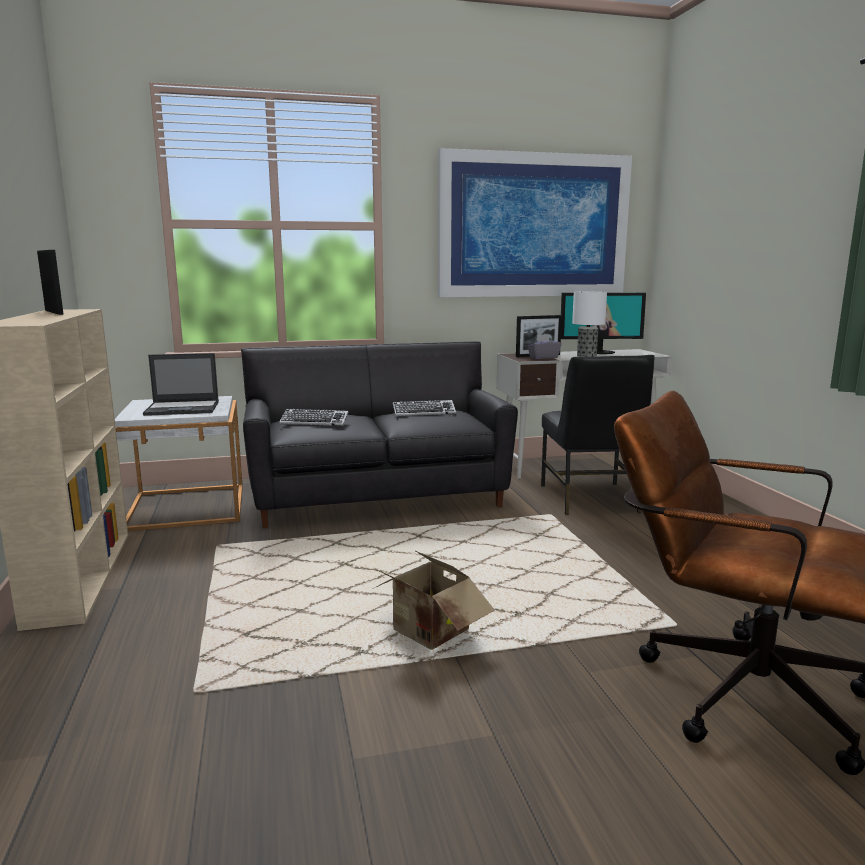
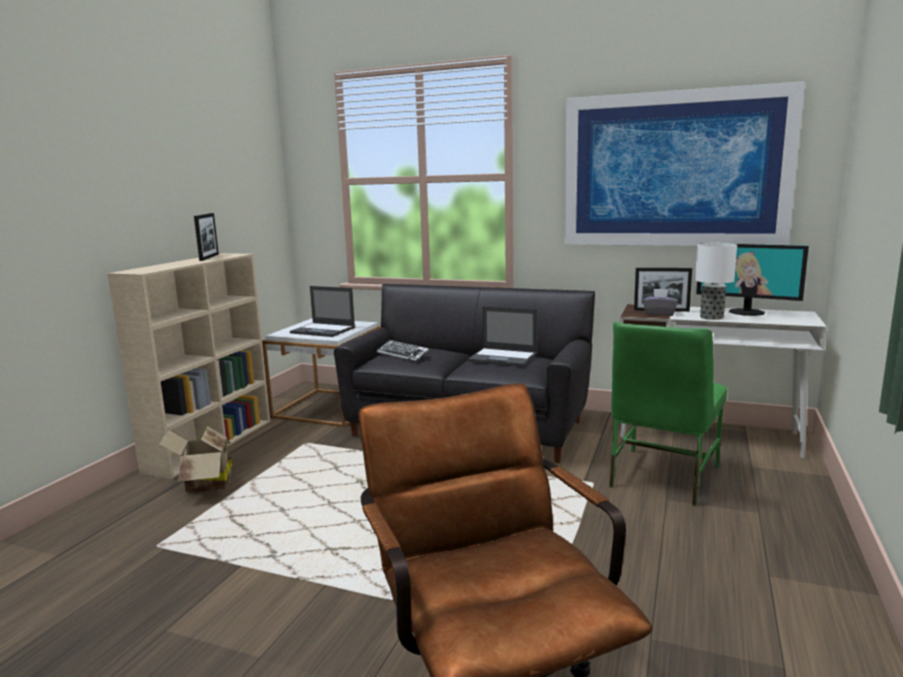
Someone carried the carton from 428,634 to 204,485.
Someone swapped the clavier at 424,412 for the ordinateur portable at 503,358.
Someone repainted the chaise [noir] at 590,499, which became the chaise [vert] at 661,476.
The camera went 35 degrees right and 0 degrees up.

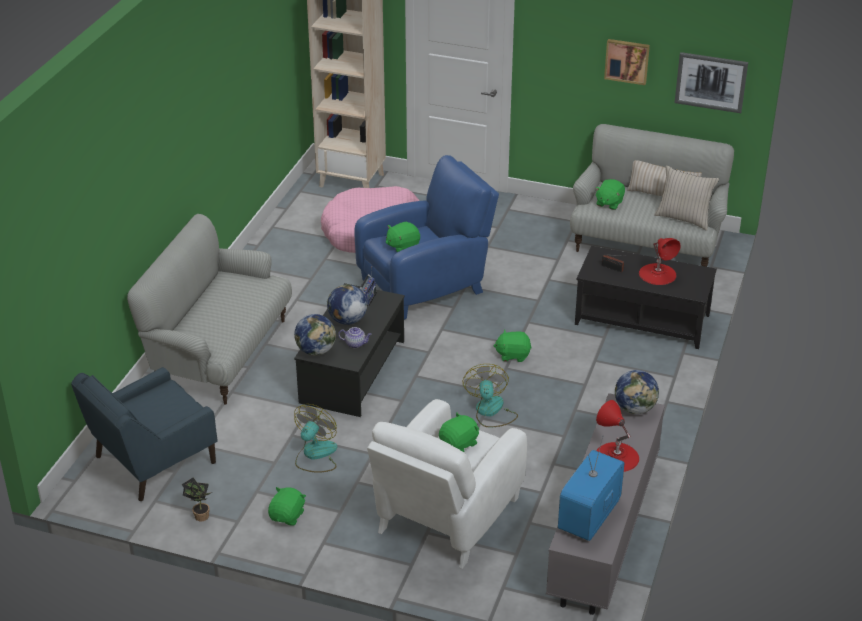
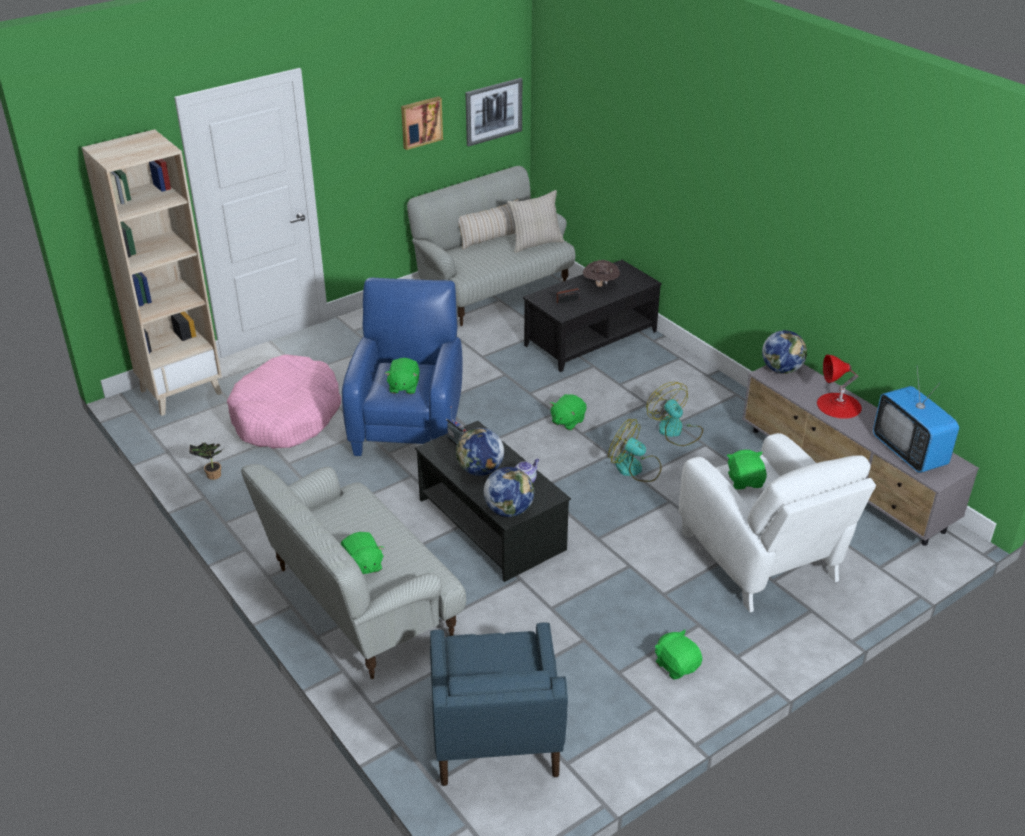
Someone carried the plante en pot from 199,515 to 211,476.
Someone carried the ventilateur from 315,455 to 675,431.
Someone carried the peluche [vert] from 609,203 to 362,566.
Someone swapped the lampe de table [rouge] at 657,274 for the chapeau [marron] at 600,285.
The camera went 55 degrees left and 0 degrees up.

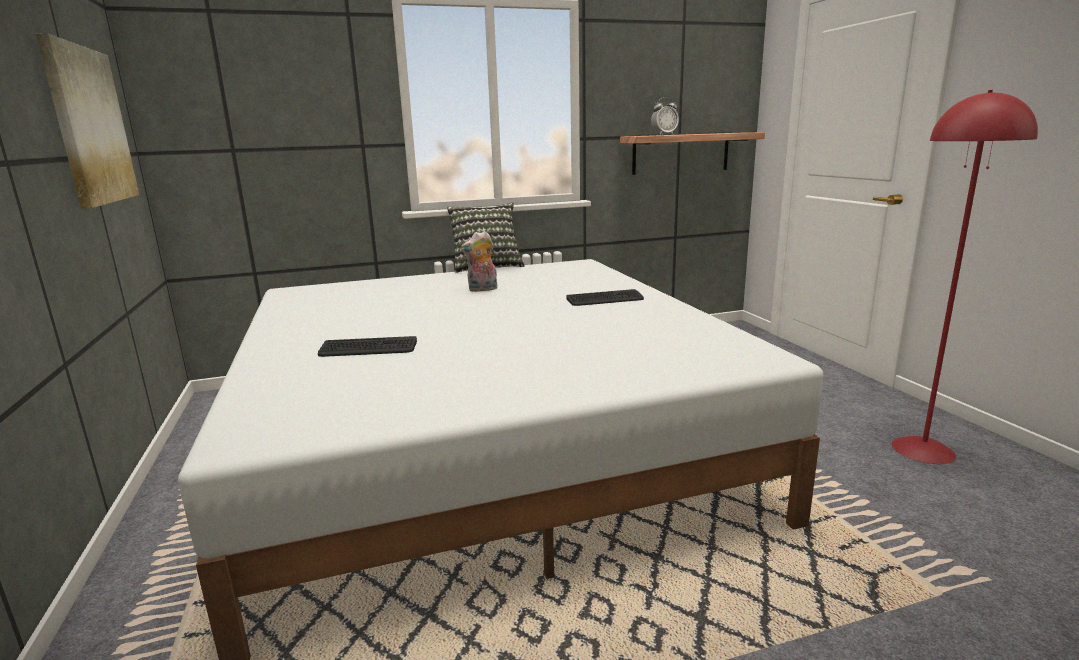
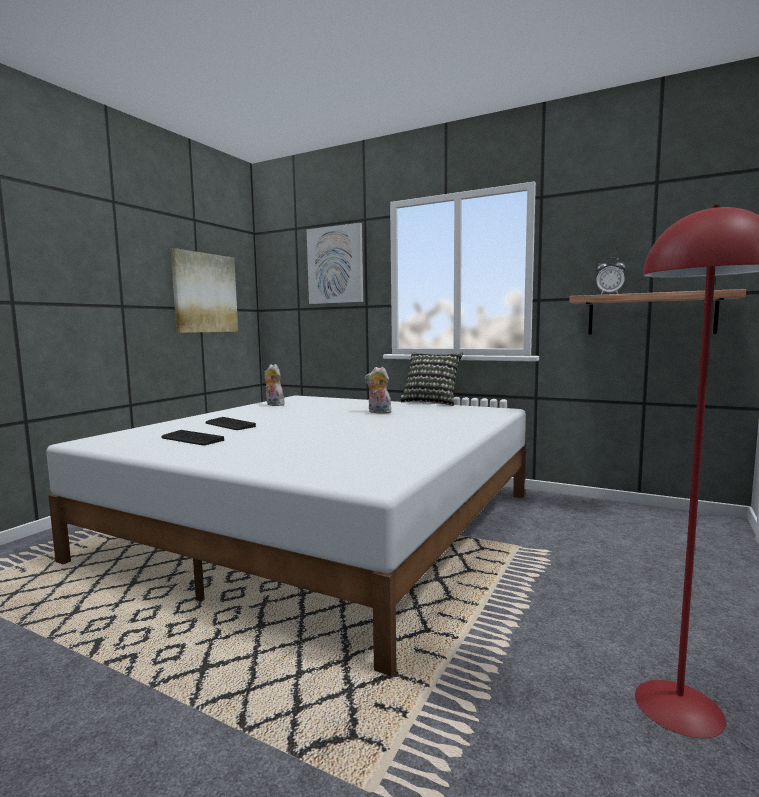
Someone carried the clavier from 605,299 to 191,439.
Someone put down the peluche at 273,405.
Someone put up the tableau at 335,265.
The camera went 45 degrees right and 10 degrees down.

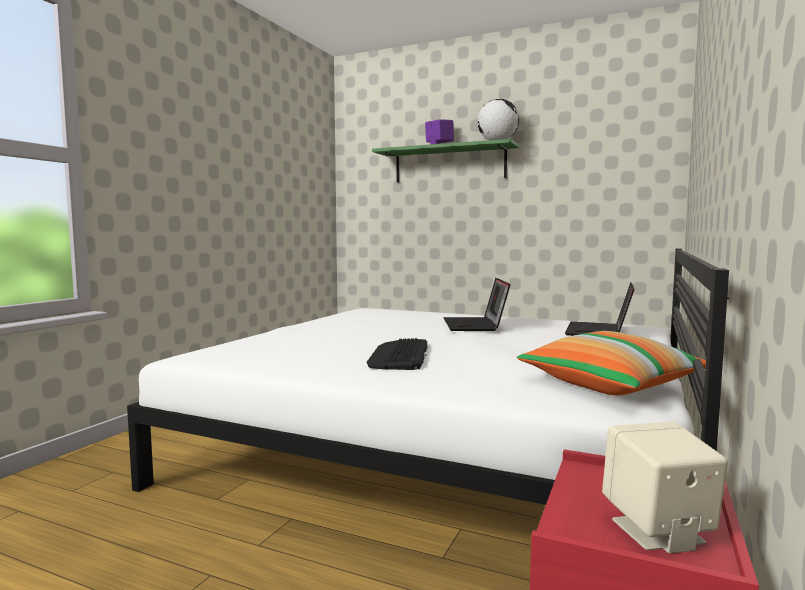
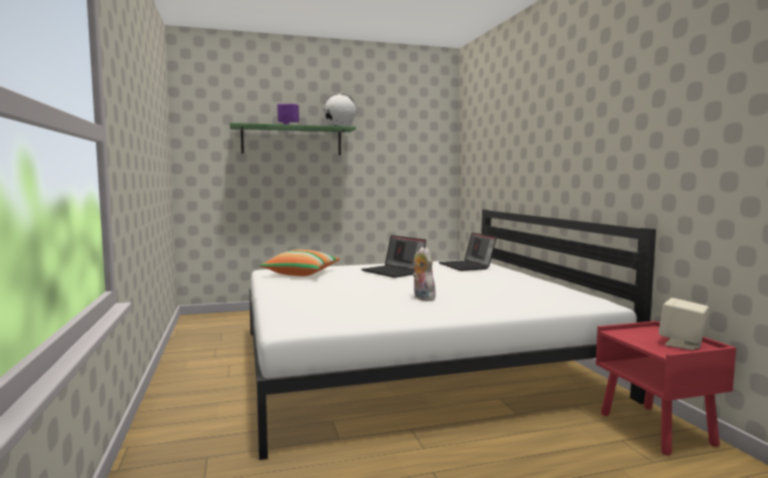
Someone swapped the clavier at 399,356 for the peluche at 422,298.
Someone carried the coussin from 610,385 to 301,273.
The camera went 40 degrees left and 0 degrees up.

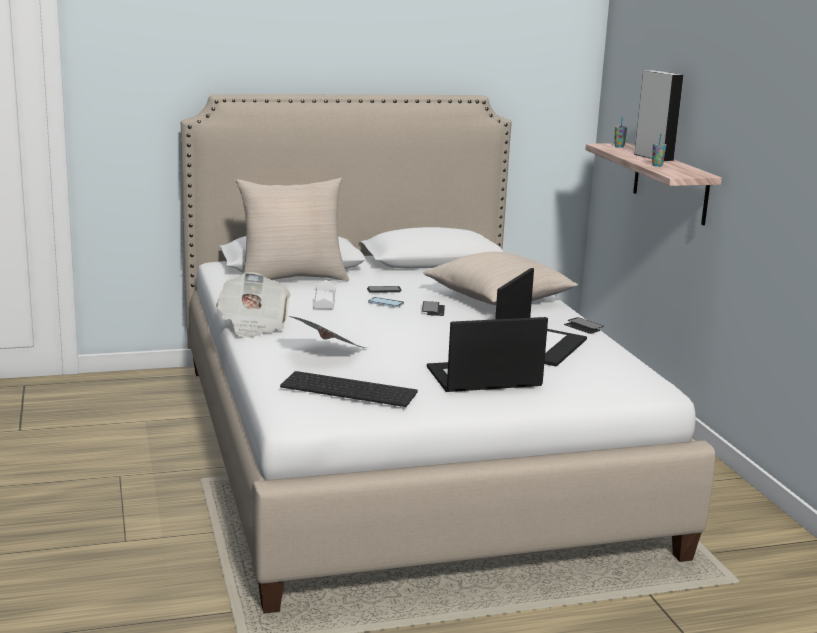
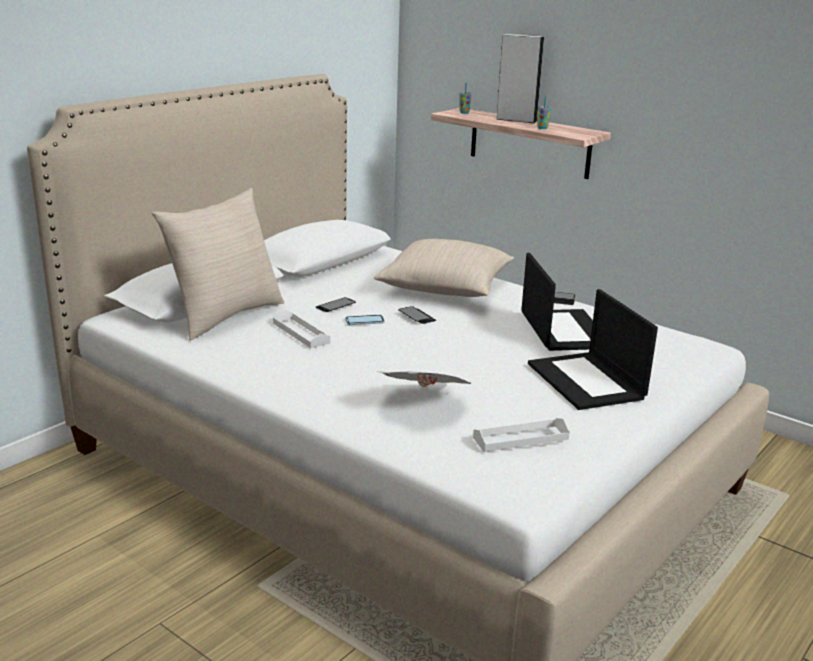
Someone took away the journal at 253,325.
Someone swapped the clavier at 351,389 for the plateau [blanc] at 520,438.
Someone rotated the ordinateur portable at 483,377 by 60 degrees counterclockwise.
The camera went 35 degrees left and 5 degrees up.

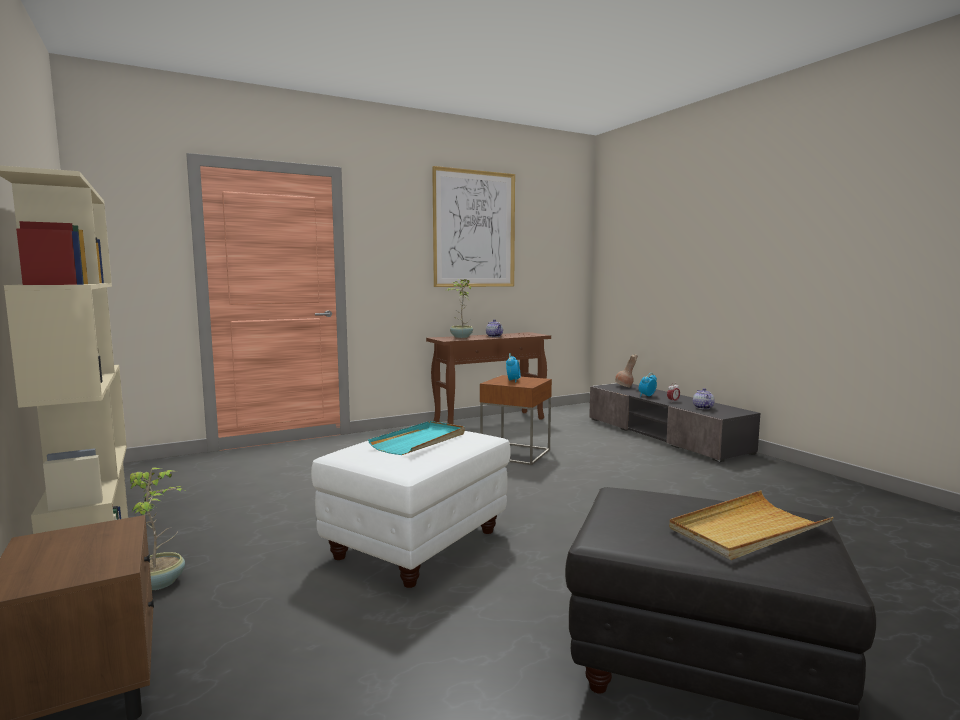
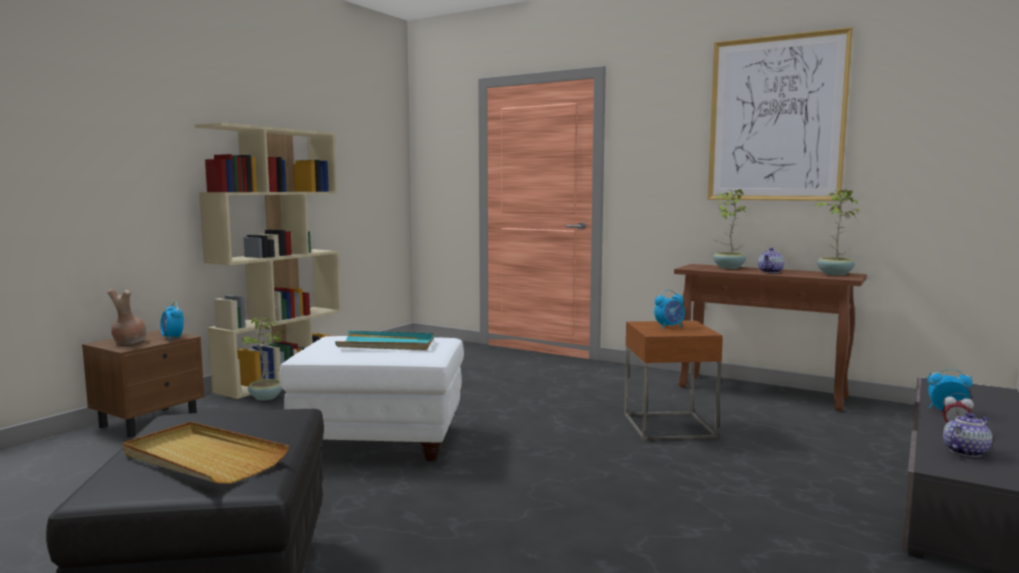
Someone carried the vase [marron] from 624,387 to 128,342.
Someone put down the réveil at 173,338.
Someone put down the plante en pot at 834,274.
The camera went 60 degrees right and 0 degrees up.

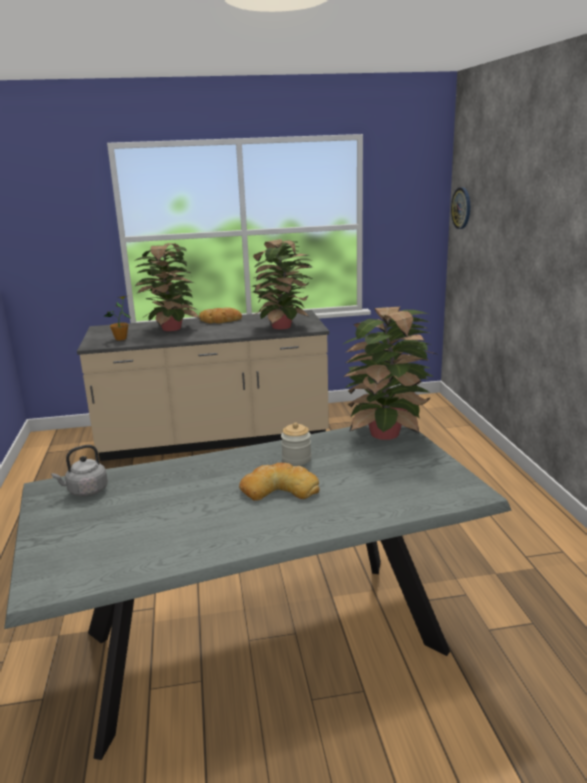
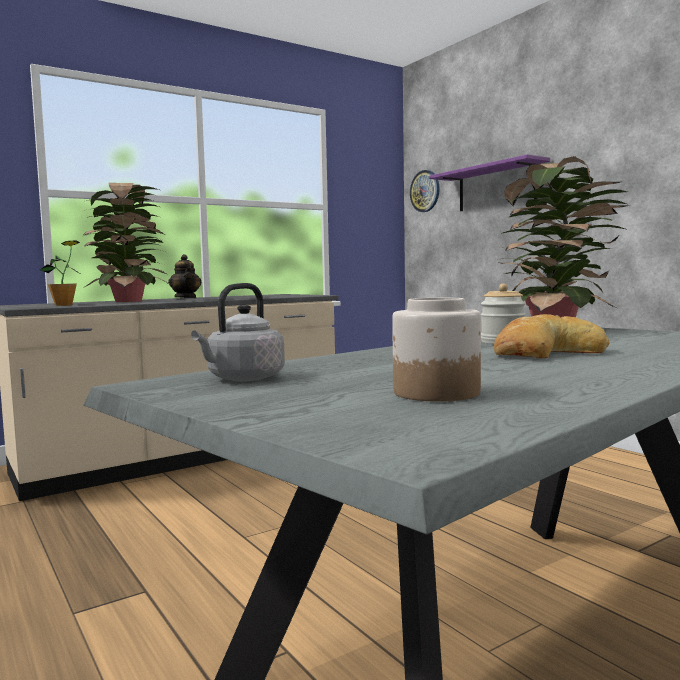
Someone swapped the pain at 220,320 for the théière at 186,298.
Someone took away the plante en pot at 283,327.
Someone put down the bocal at 435,393.
Someone put up the étagère [violet] at 496,187.
The camera went 25 degrees left and 15 degrees down.

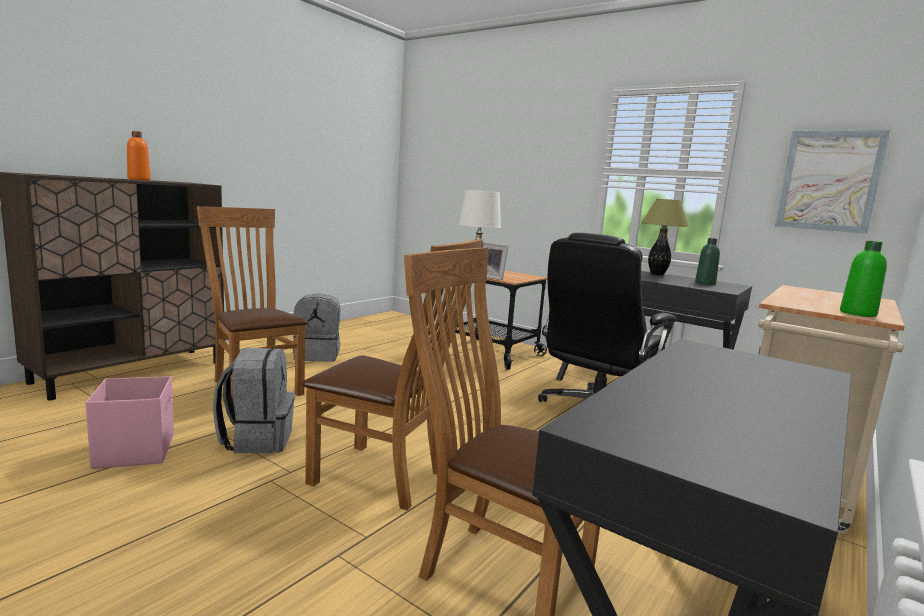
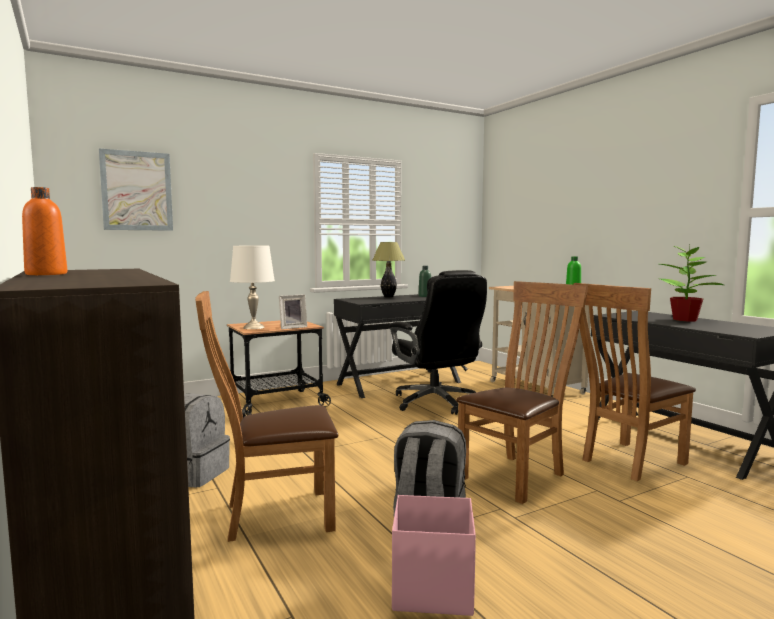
Someone carried the tableau from 829,181 to 137,191.
Someone put down the plante en pot at 685,320.
The camera went 65 degrees left and 5 degrees down.

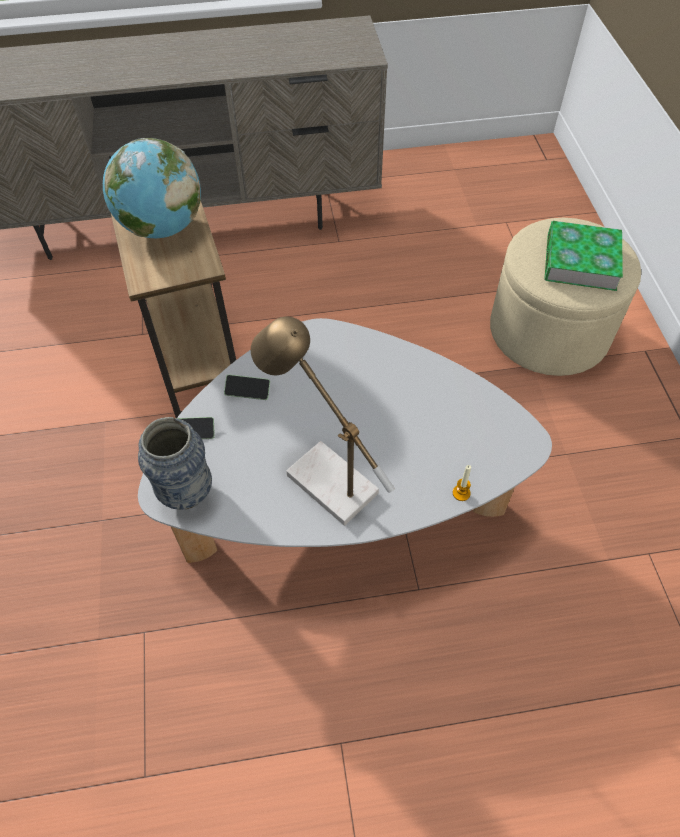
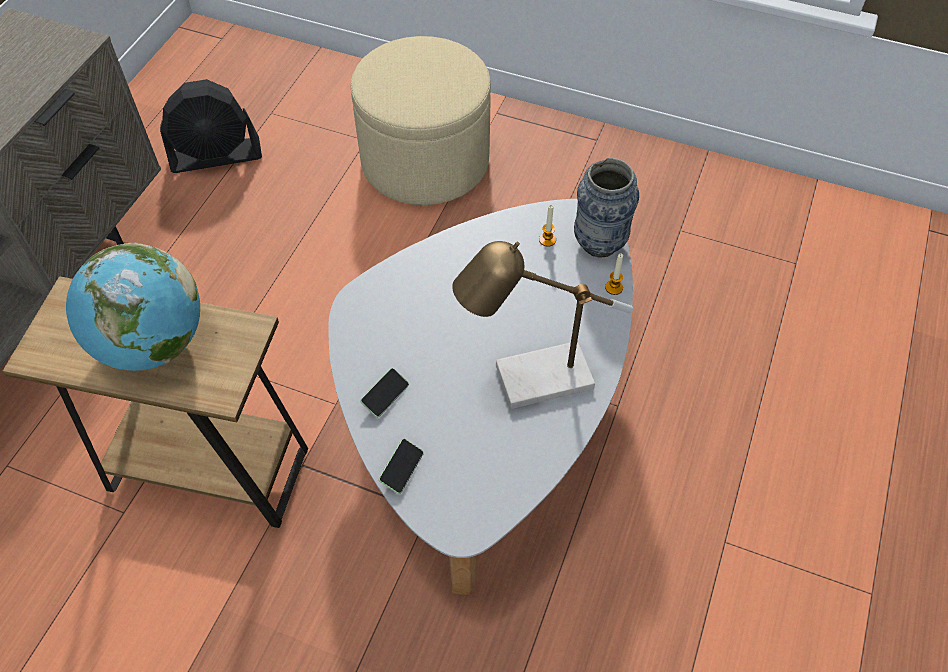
Someone carried the vase from 186,492 to 599,243.
Someone took away the livre at 580,261.
Someone put down the ventilateur [noir] at 216,156.
Someone put down the bougie at 547,240.
The camera went 60 degrees left and 0 degrees up.

